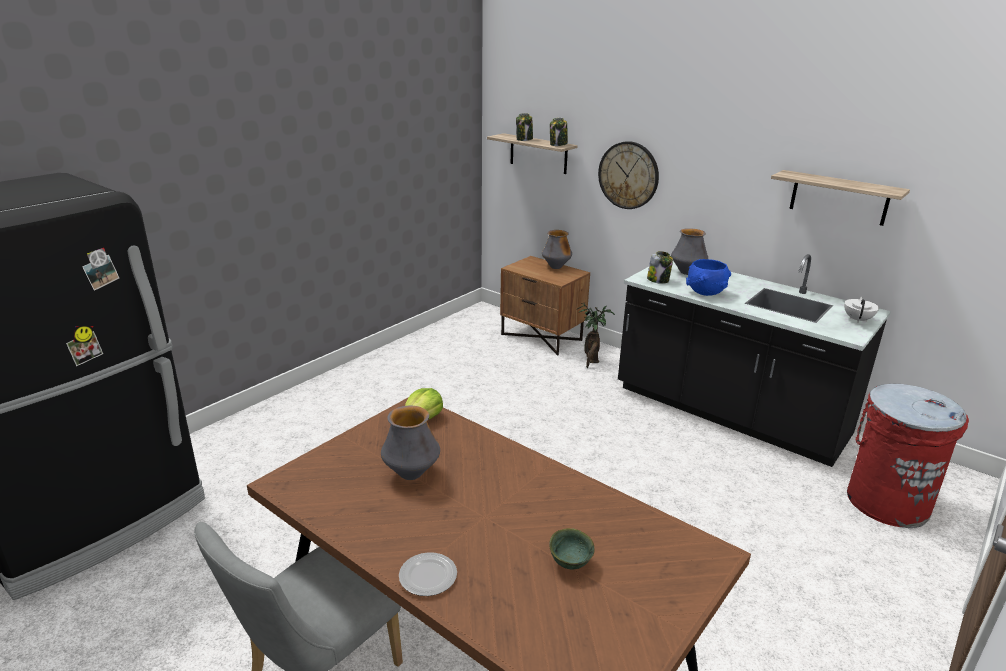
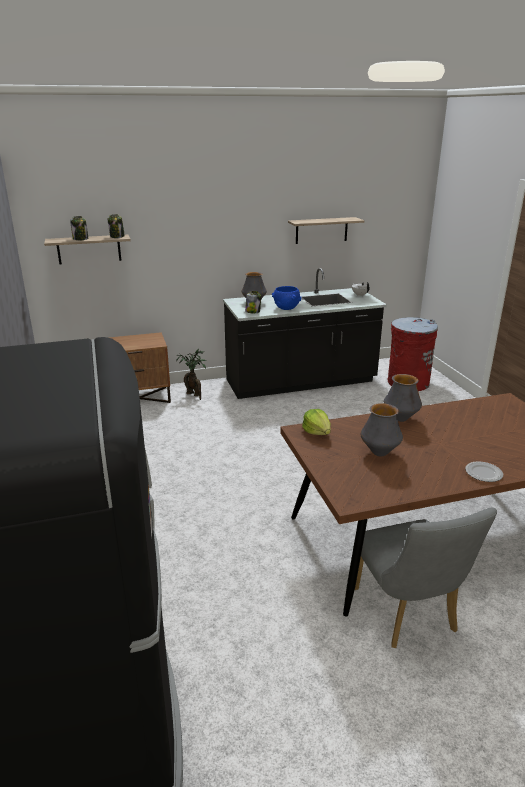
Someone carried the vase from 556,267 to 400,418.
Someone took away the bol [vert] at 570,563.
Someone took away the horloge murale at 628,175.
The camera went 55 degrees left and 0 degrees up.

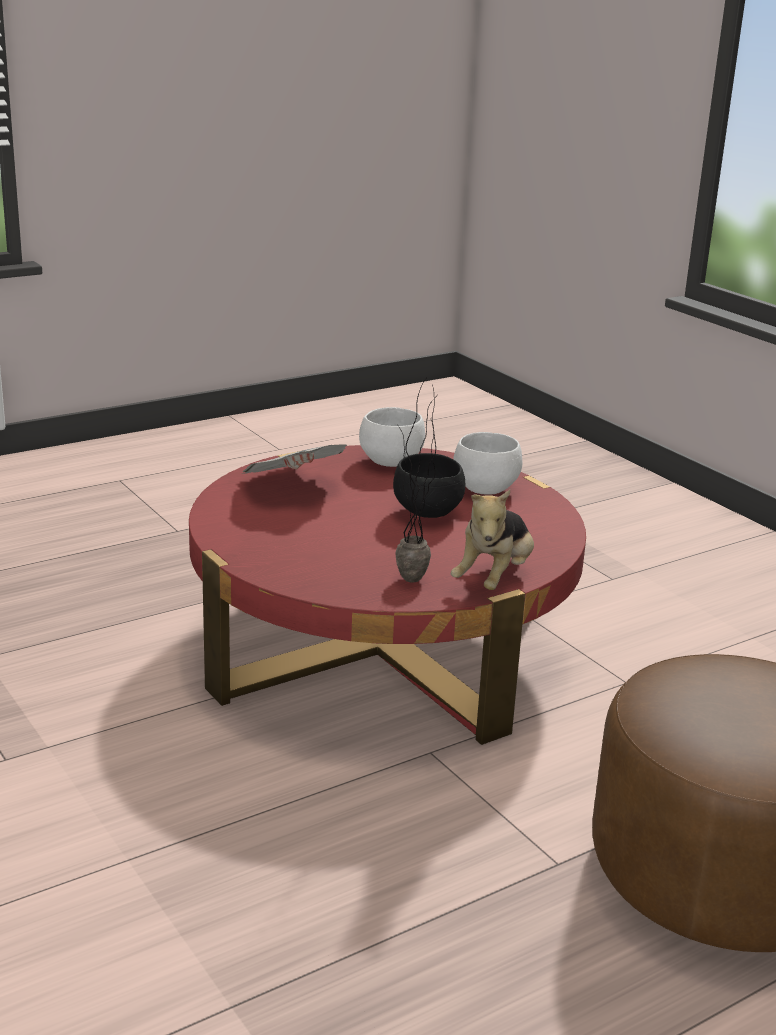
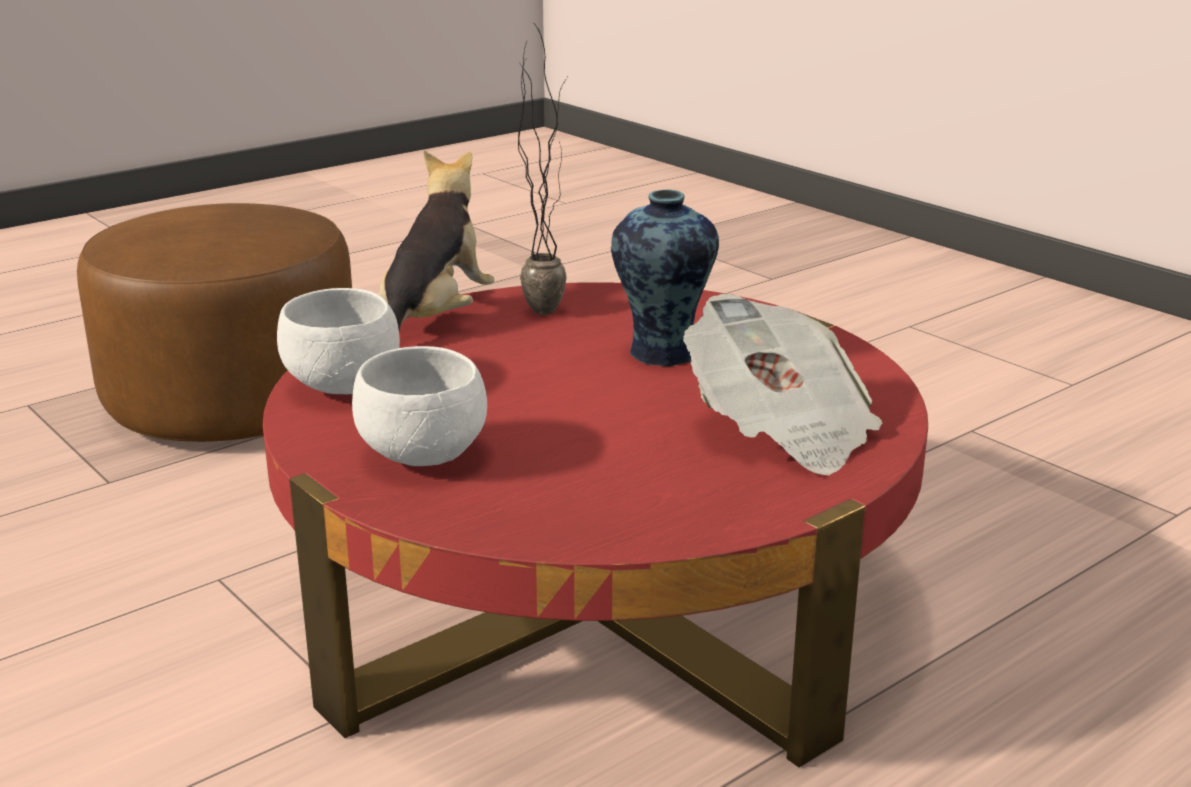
Someone carried the bol [blanc] from 389,462 to 346,387.
Someone took away the bol [noir] at 429,513.
Someone put down the vase at 662,355.
The camera went 175 degrees right and 0 degrees up.

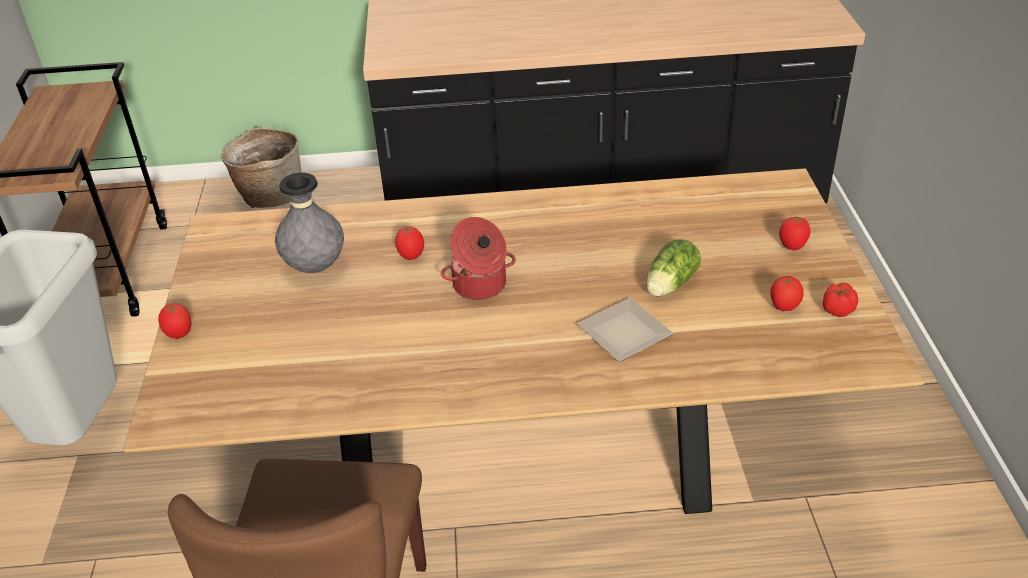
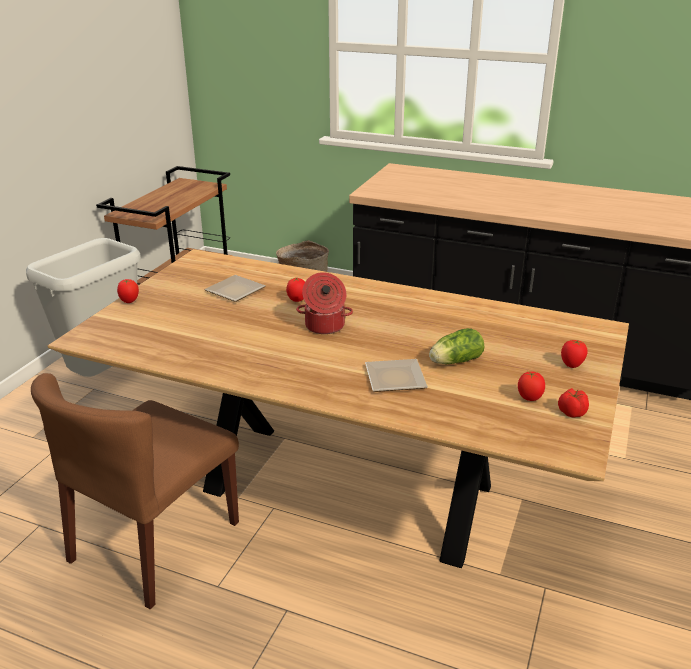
Someone swapped the vase [gris] at 315,267 for the assiette at 235,290.
The camera went 25 degrees right and 10 degrees down.

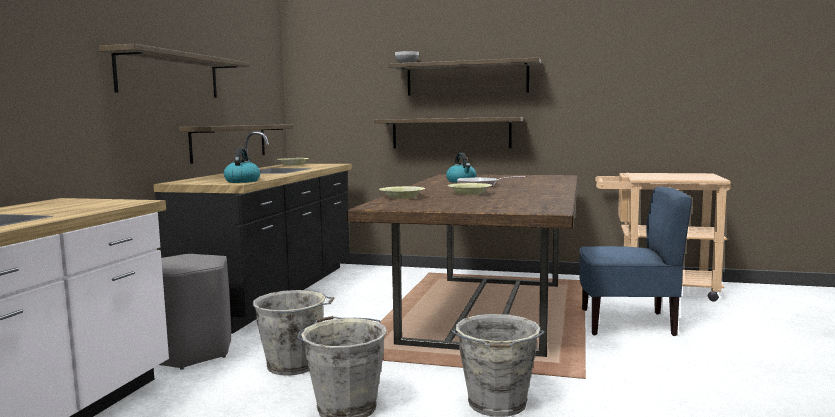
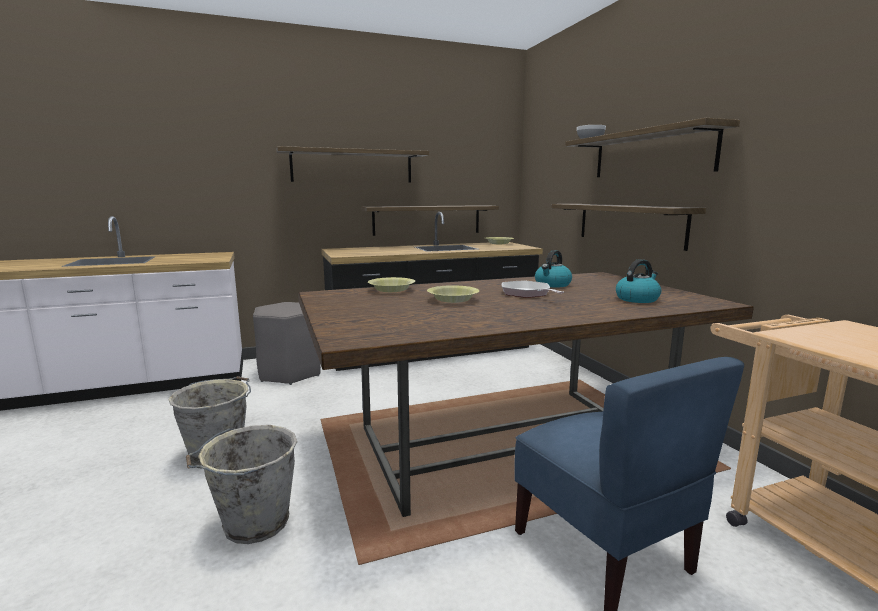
Someone carried the bouilloire from 242,181 to 637,299.
Someone took away the seau [gris] at 294,365.
The camera went 55 degrees right and 5 degrees up.

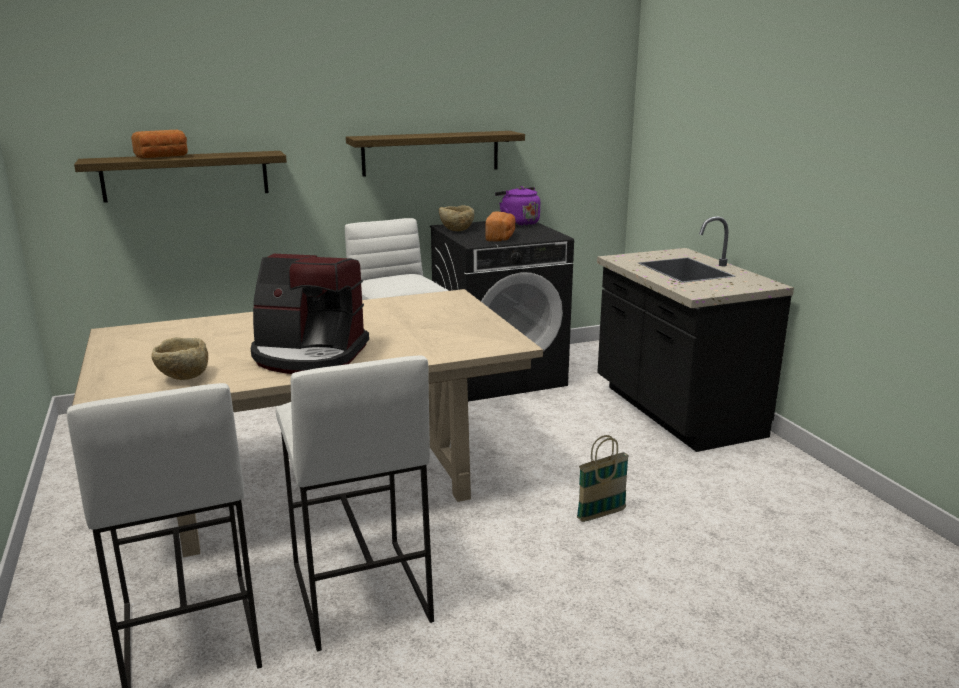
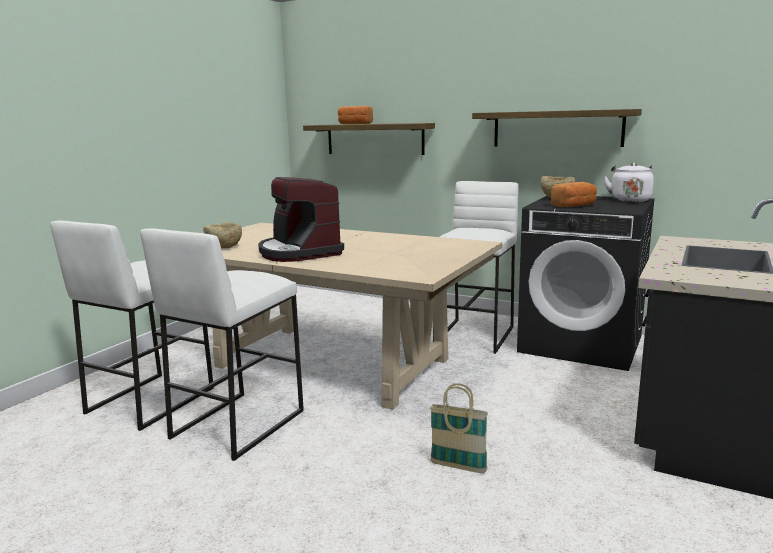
Someone repainted the bouilloire [violet] at 518,223, which became the bouilloire [blanc] at 629,200.
The camera went 50 degrees right and 5 degrees down.

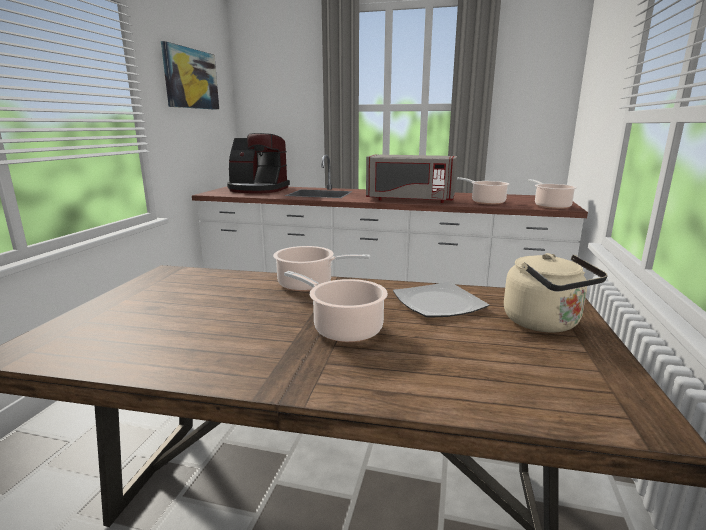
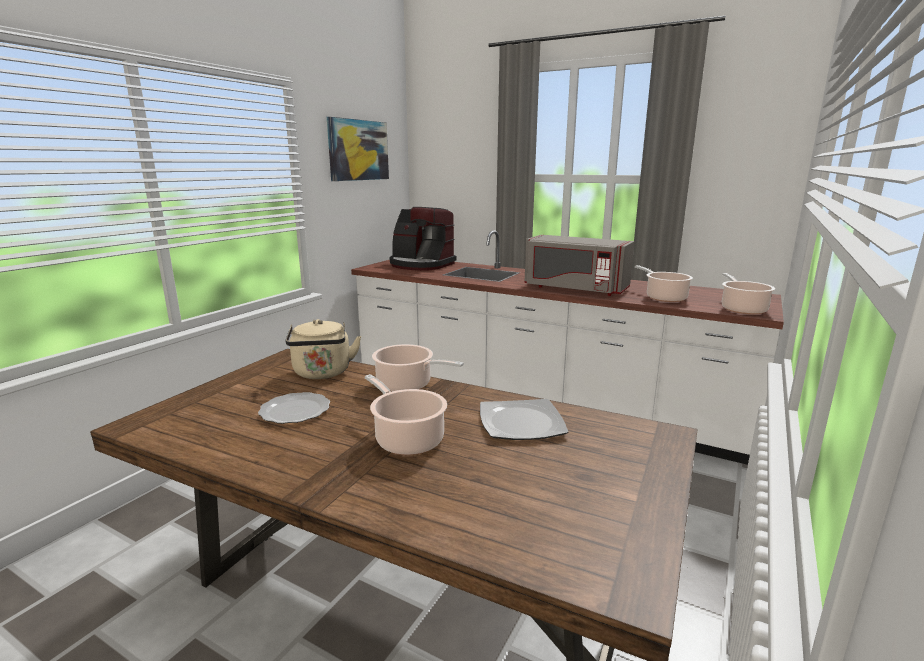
Someone carried the bouilloire [beige] from 545,323 to 322,373.
Someone put down the assiette at 295,410.
The camera went 15 degrees right and 0 degrees up.

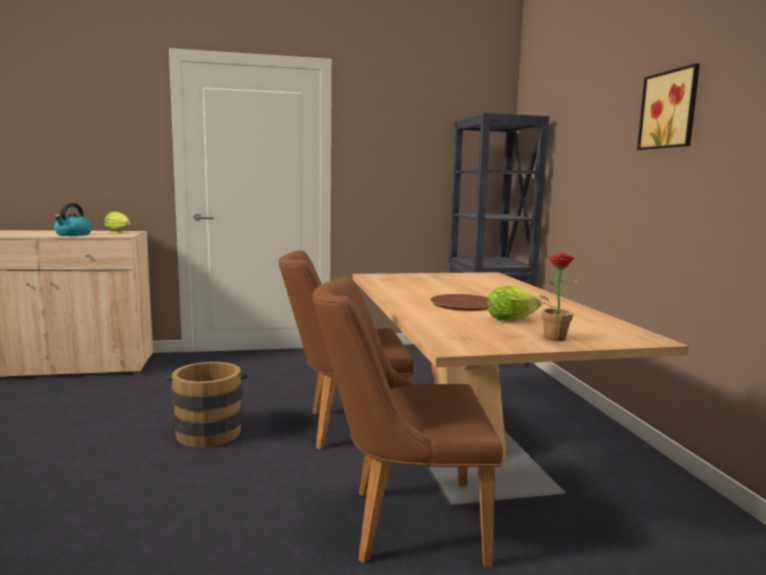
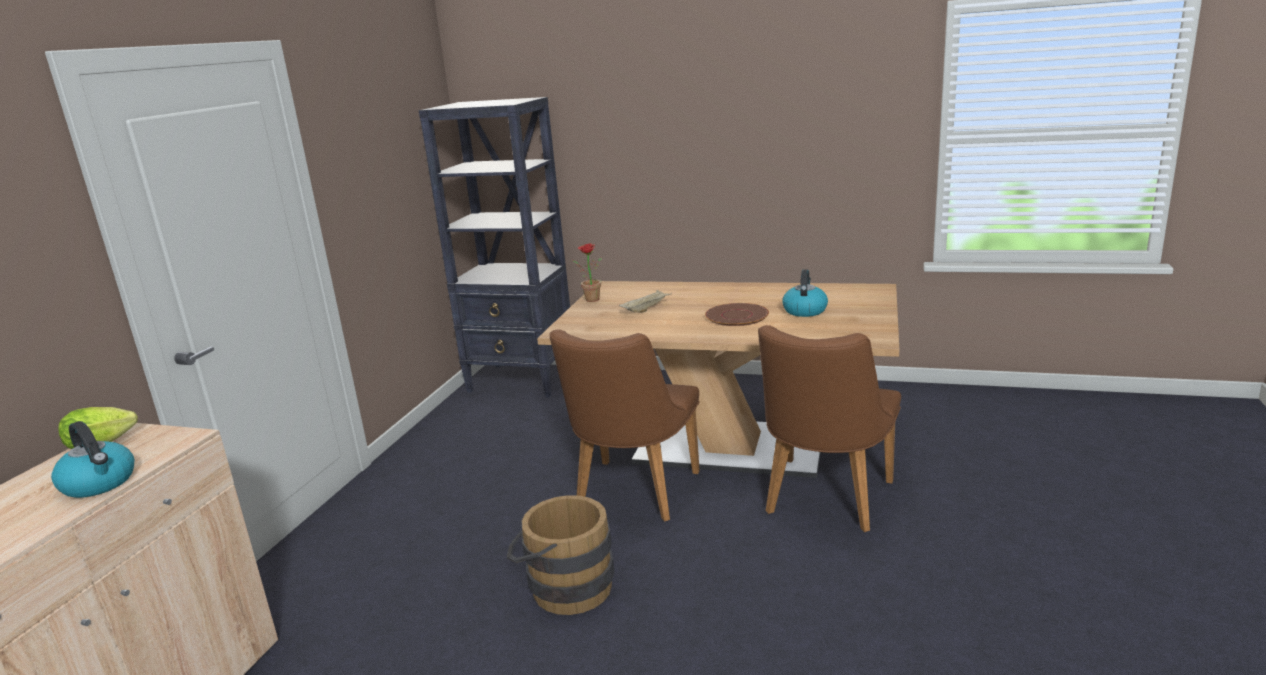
Someone swapped the laitue at 514,320 for the bouilloire at 804,310.
Someone carried the plante en pot from 553,336 to 589,299.
Someone took away the tableau at 671,110.
Someone put down the plateau [beige] at 646,309.
The camera went 60 degrees left and 10 degrees up.

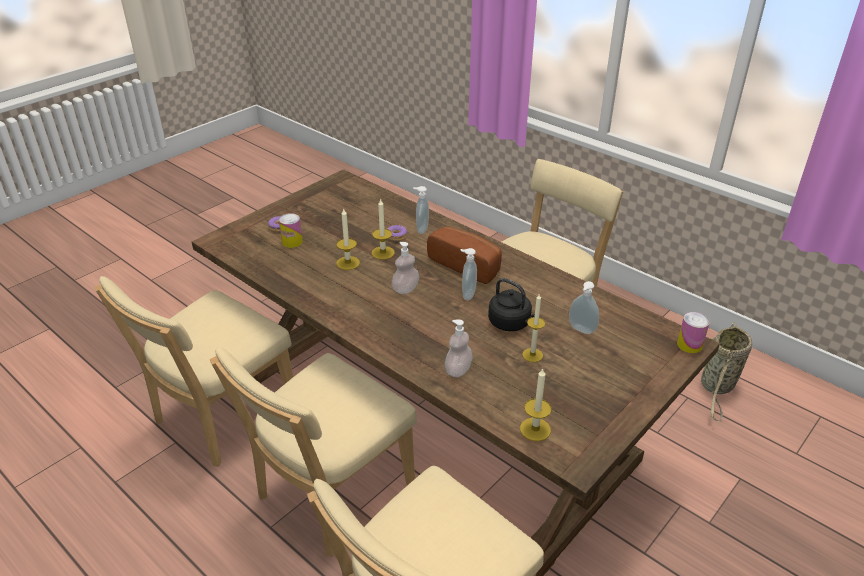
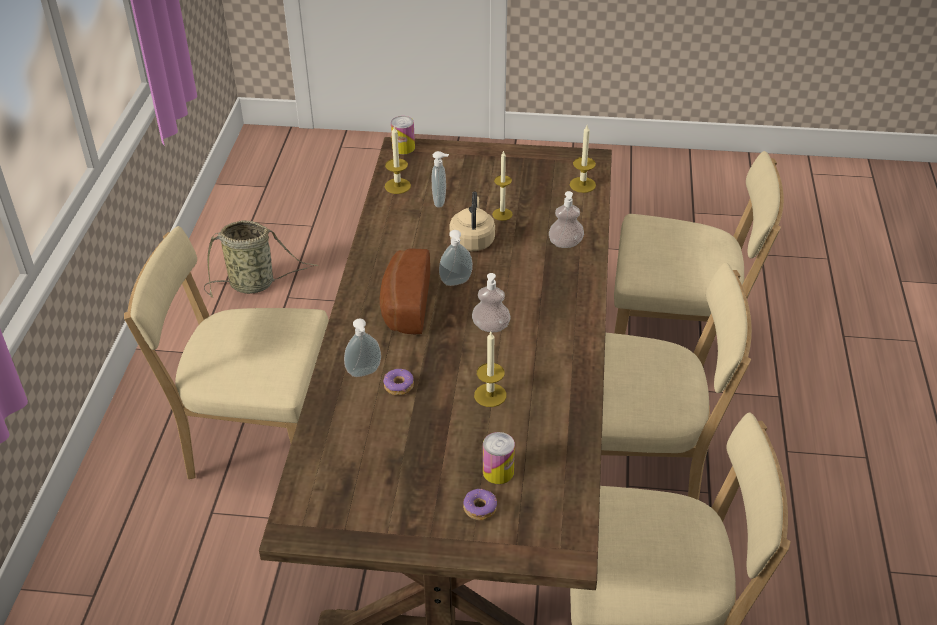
Someone carried the bougie from 383,253 to 397,186.
Someone repainted the bouilloire [noir] at 511,323, which became the bouilloire [beige] at 472,240.
The camera went 125 degrees left and 5 degrees up.

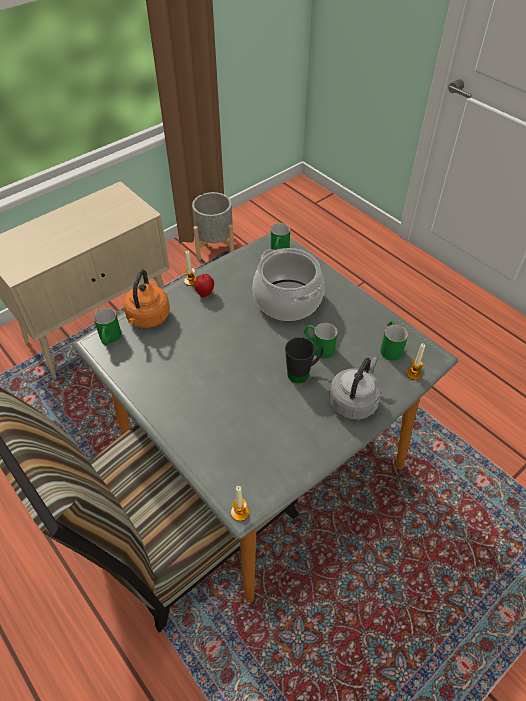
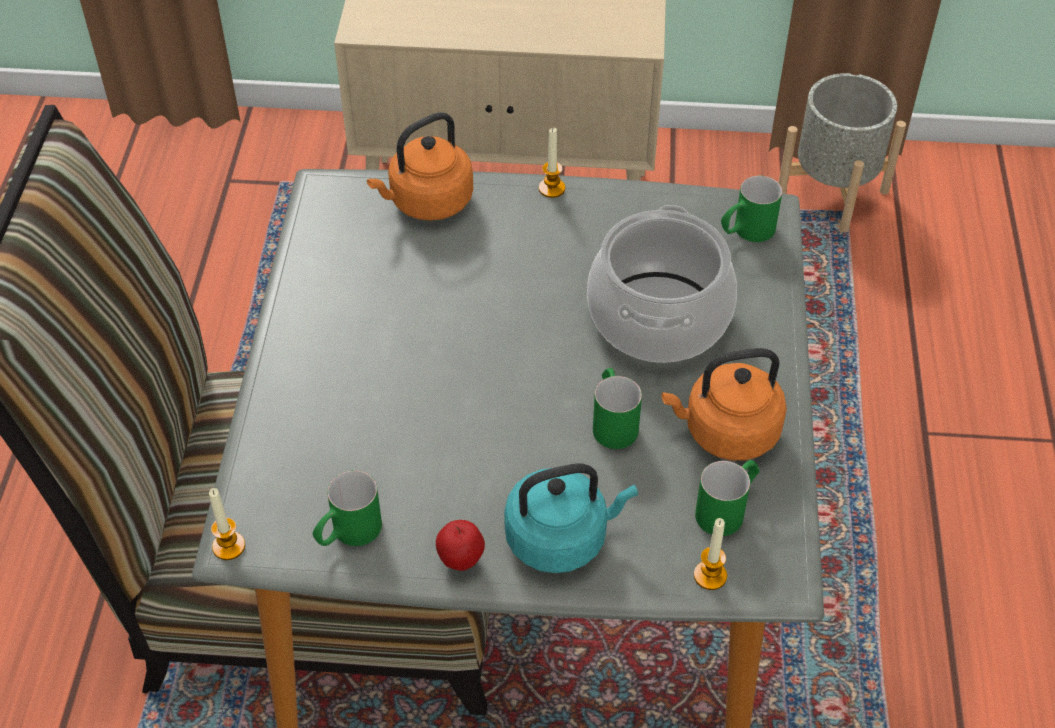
Someone carried the mug [vert] from 109,339 to 348,534.
Someone carried the pomme from 205,294 to 461,562.
Someone took away the mug [noir] at 303,373.
Someone repainted the bouilloire [gris] at 354,401, which became the bouilloire [turquoise] at 561,538.
Someone put down the bouilloire [orange] at 726,432.
The camera went 45 degrees right and 0 degrees up.

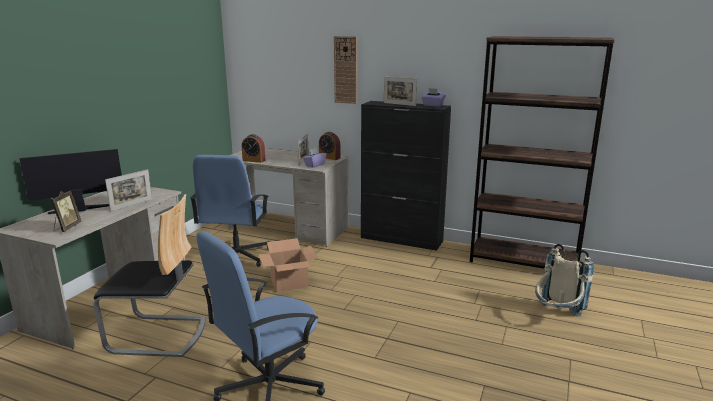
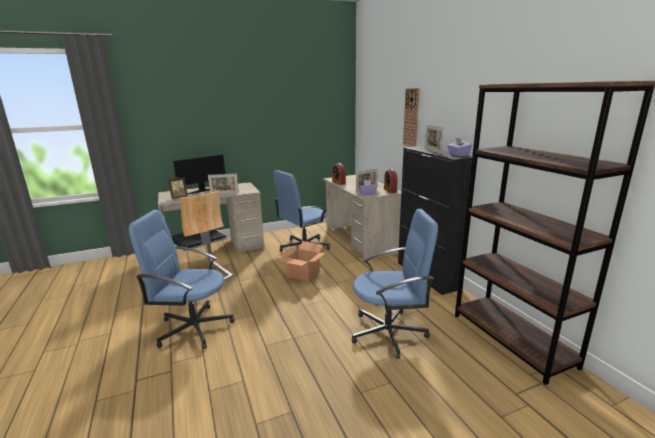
Someone rotated the écran d'ordinateur at 80,210 by 120 degrees clockwise.
Someone took away the sac à dos [beige] at 556,316.
Someone put down the chaise de bureau [bleu] at 389,332.
The camera went 45 degrees right and 0 degrees up.

